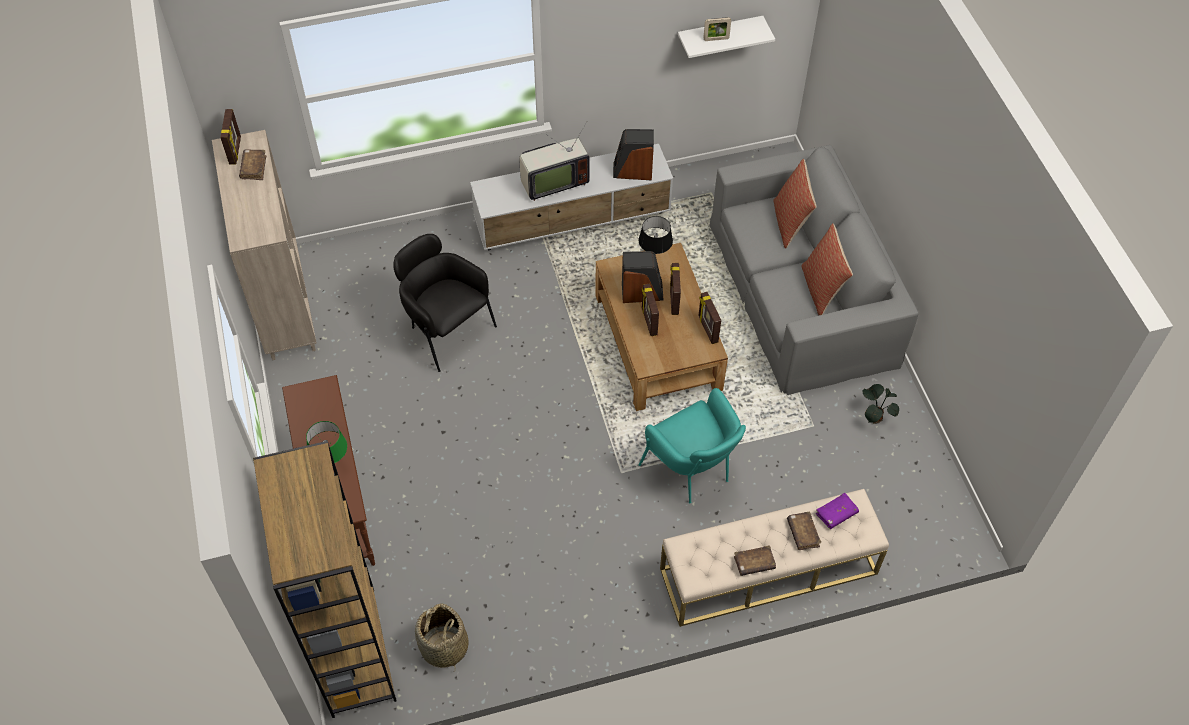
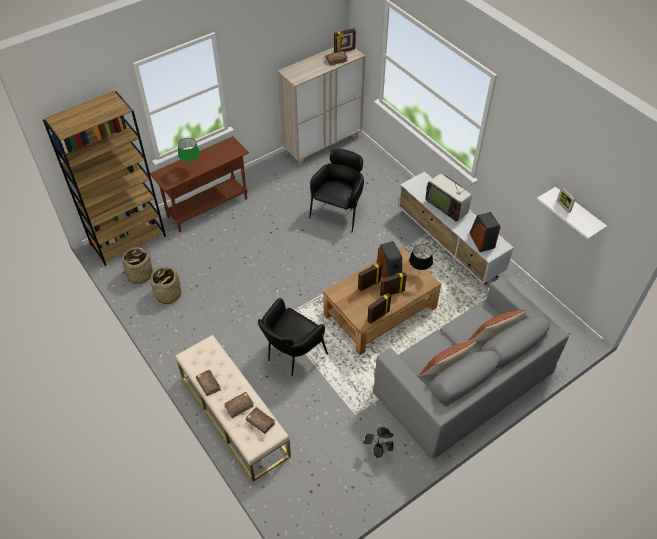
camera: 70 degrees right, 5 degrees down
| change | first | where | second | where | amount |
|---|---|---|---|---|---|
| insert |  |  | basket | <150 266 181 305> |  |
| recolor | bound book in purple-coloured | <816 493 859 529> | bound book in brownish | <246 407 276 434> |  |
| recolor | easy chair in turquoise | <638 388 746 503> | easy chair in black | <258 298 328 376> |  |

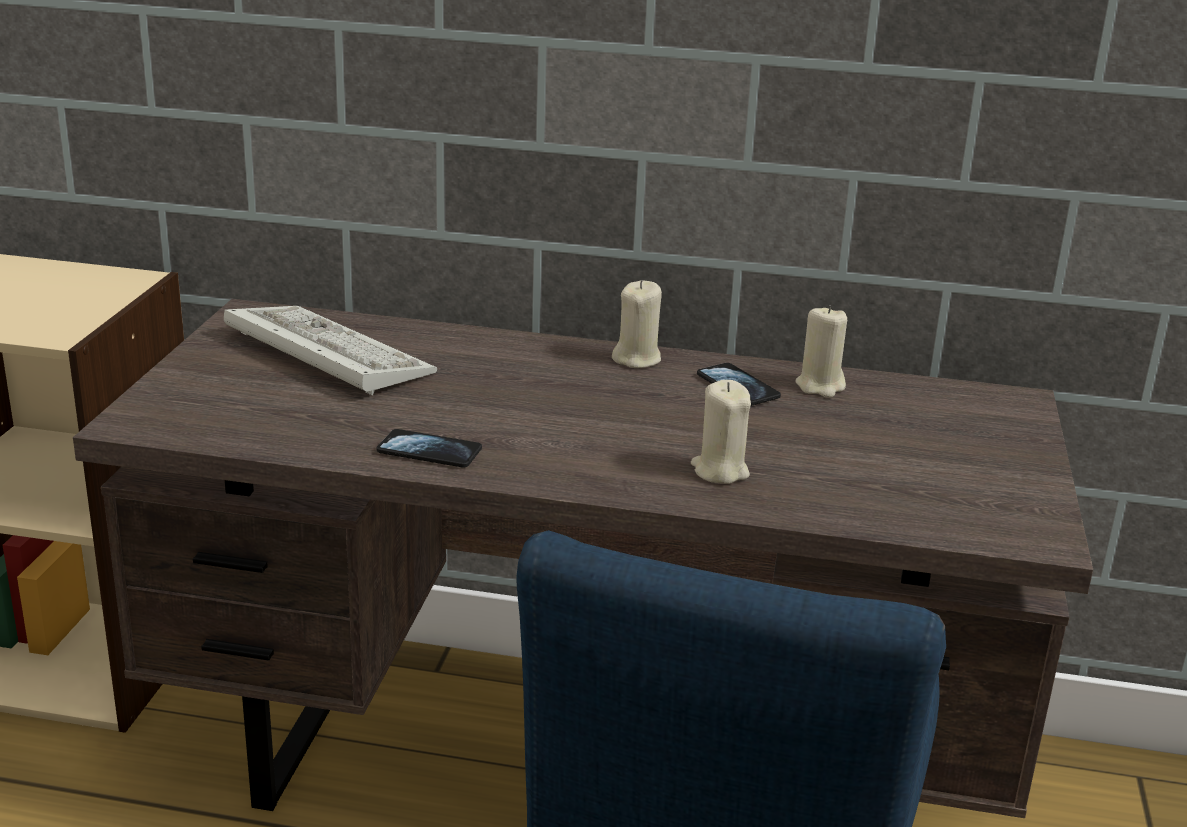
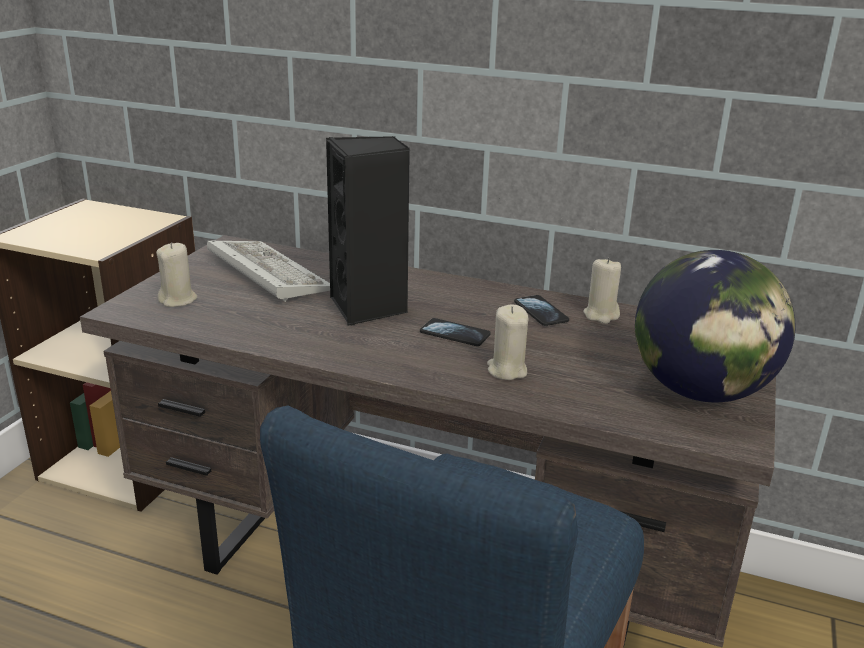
camera: 10 degrees right, 0 degrees up
| change | first | where | second | where | amount |
|---|---|---|---|---|---|
| move | wax candle in beige-coloured | <612 280 662 368> |  | <156 242 198 307> |  |
| insert |  |  | speaker in black | <326 136 411 326> |  |
| move | phone | <377 429 482 467> |  | <420 318 491 346> |  |
| insert |  |  | desk globe | <635 250 796 403> |  |

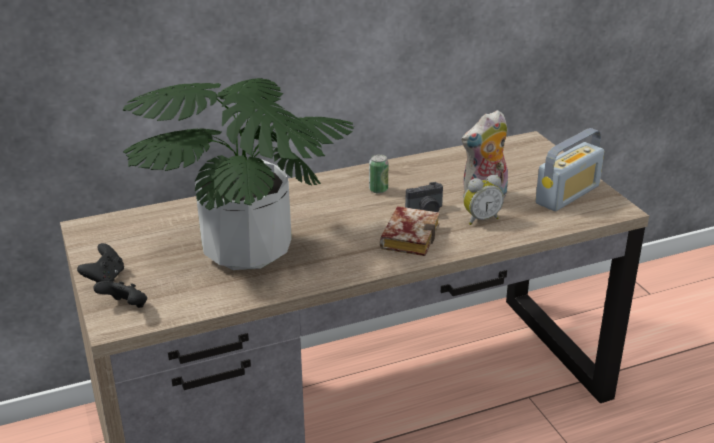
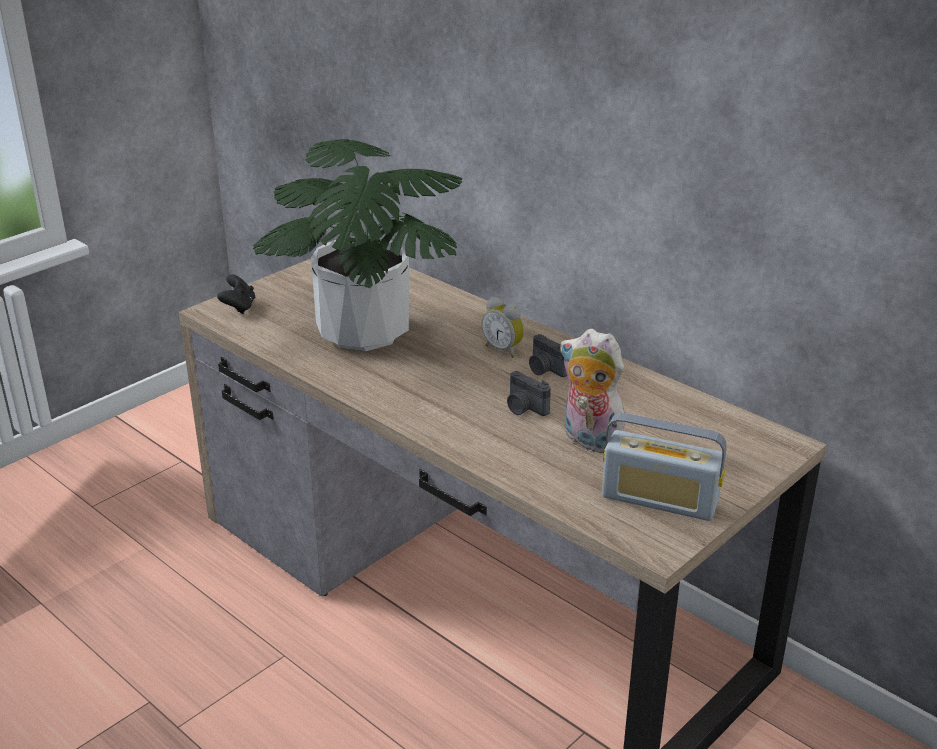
camera: 65 degrees right, 0 degrees up
| change | first | where | second | where | amount |
|---|---|---|---|---|---|
| move | alarm clock | <464 175 504 225> |  | <482 297 525 358> |  |
| replace | metal can | <369 154 388 194> | photo camera | <529 334 567 377> |  |
| delete | gamepad in black | <77 243 124 282> |  |  |  |
| delete | bound book | <380 206 440 256> |  |  |  |

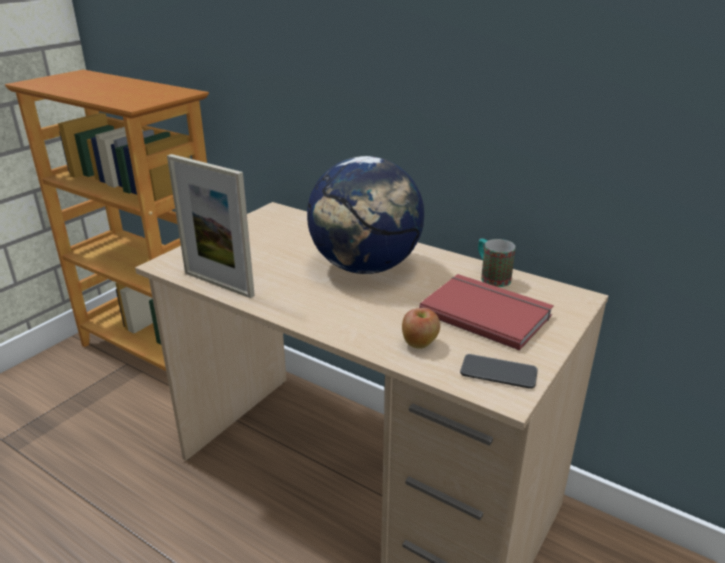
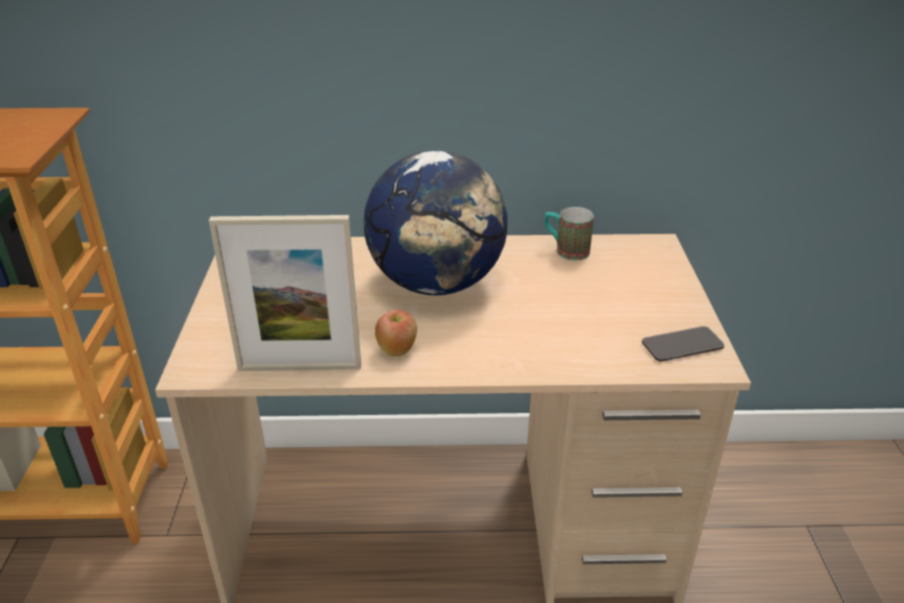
camera: 35 degrees left, 5 degrees up
| change | first | where | second | where | amount |
|---|---|---|---|---|---|
| move | apple | <402 308 440 349> |  | <375 310 417 357> |  |
| delete | bound book in red | <419 274 554 351> |  |  |  |

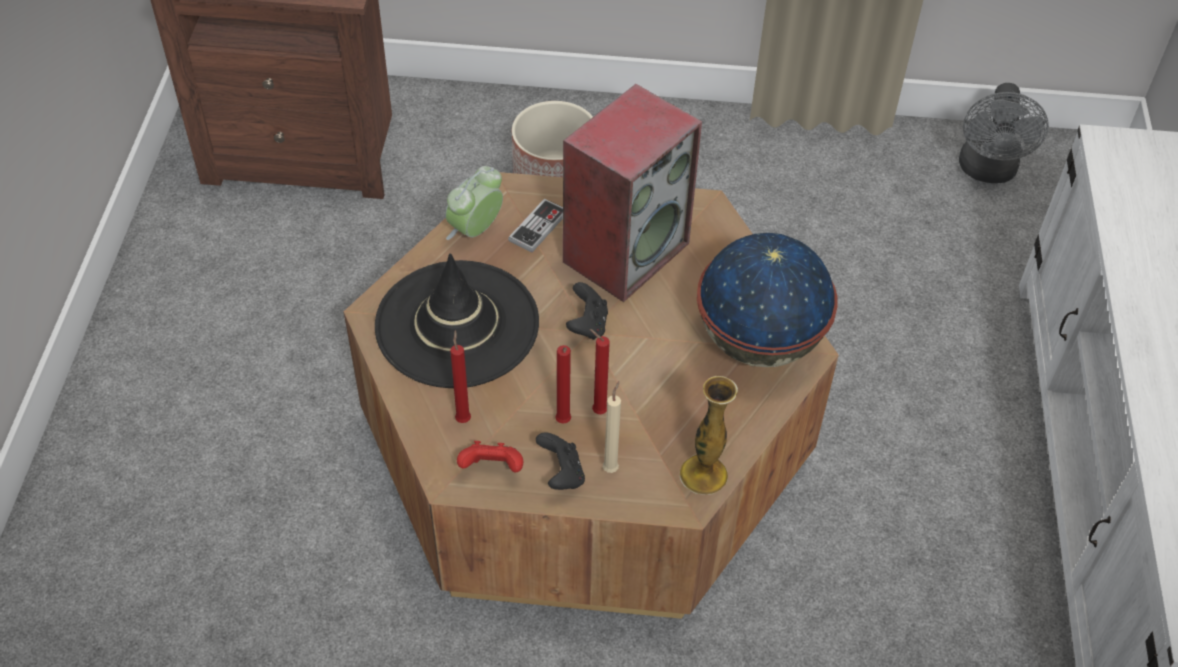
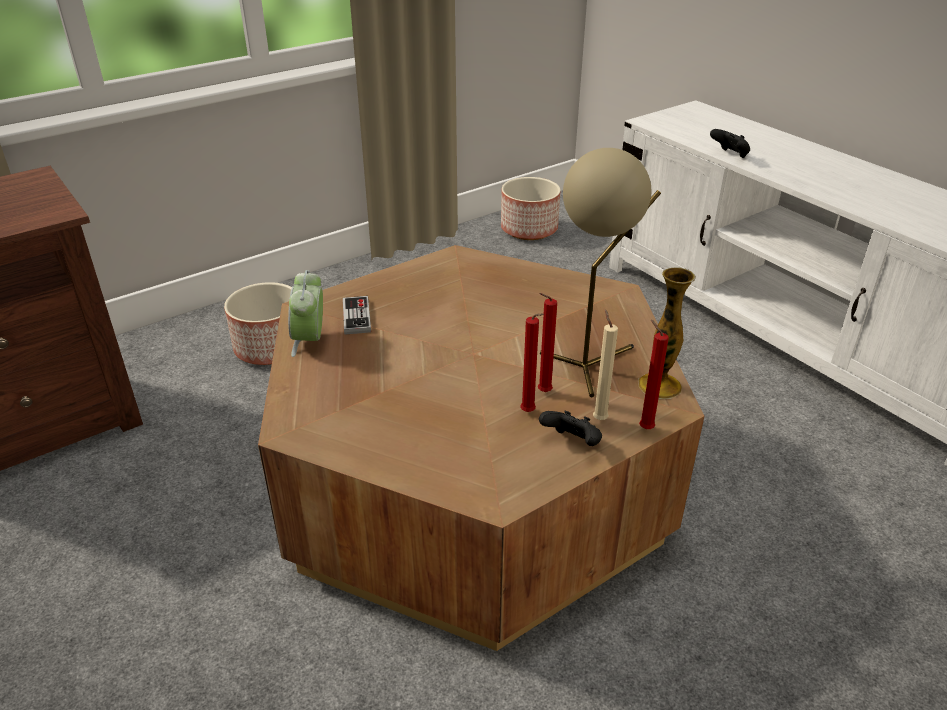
camera: 40 degrees left, 15 degrees down
| change | first | where | second | where | amount |
|---|---|---|---|---|---|
| replace | electric fan in grey | <959 83 1049 183> | flower pot | <501 177 561 240> |  |
| insert |  |  | table lamp in beige-coloured | <540 148 661 397> |  |
| move | wax candle in red | <450 330 471 423> |  | <639 320 669 429> |  |
| move | gamepad in black | <566 282 608 340> |  | <710 129 750 158> |  |
| delete | clothing hat in black | <375 253 539 388> |  |  |  |
| delete | gamepad in red | <457 441 523 473> |  |  |  |
| delete | speaker | <563 84 702 302> |  |  |  |
| delete | desk globe | <697 233 838 367> |  |  |  |

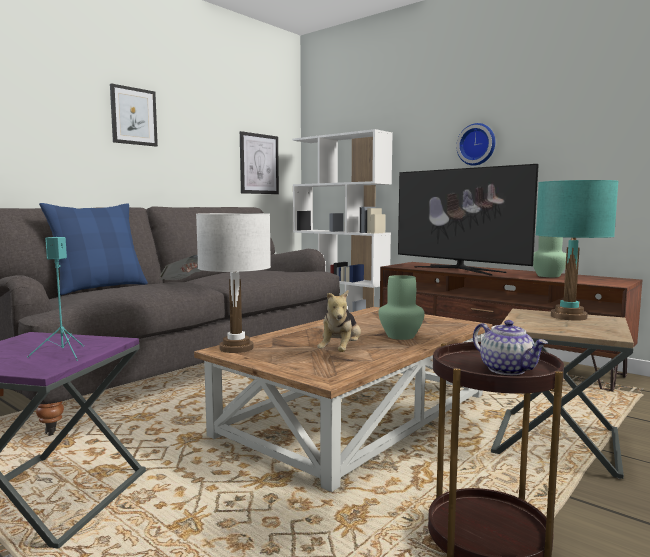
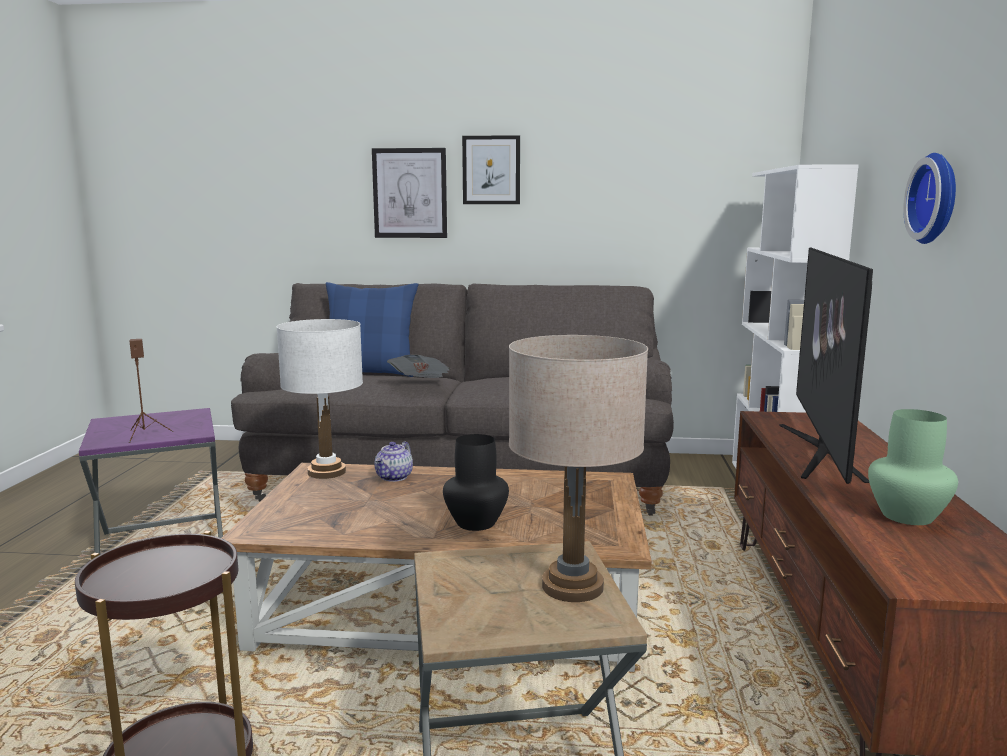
camera: 55 degrees right, 5 degrees up
| change | first | where | second | where | amount |
|---|---|---|---|---|---|
| recolor | speaker in turquoise | <27 237 84 361> | speaker in brownish | <129 339 174 443> |  |
| move | wall picture | <240 131 279 194> |  | <372 148 447 238> |  |
| move | pot for tea | <473 320 548 375> |  | <375 442 413 482> |  |
| recolor | flower vase in green-coloured | <379 275 425 340> | flower vase in black | <443 434 509 531> |  |
| recolor | table lamp in turquoise | <536 180 619 321> | table lamp in beige-coloured | <509 335 648 602> |  |
| delete | plush toy | <317 290 361 352> |  |  |  |

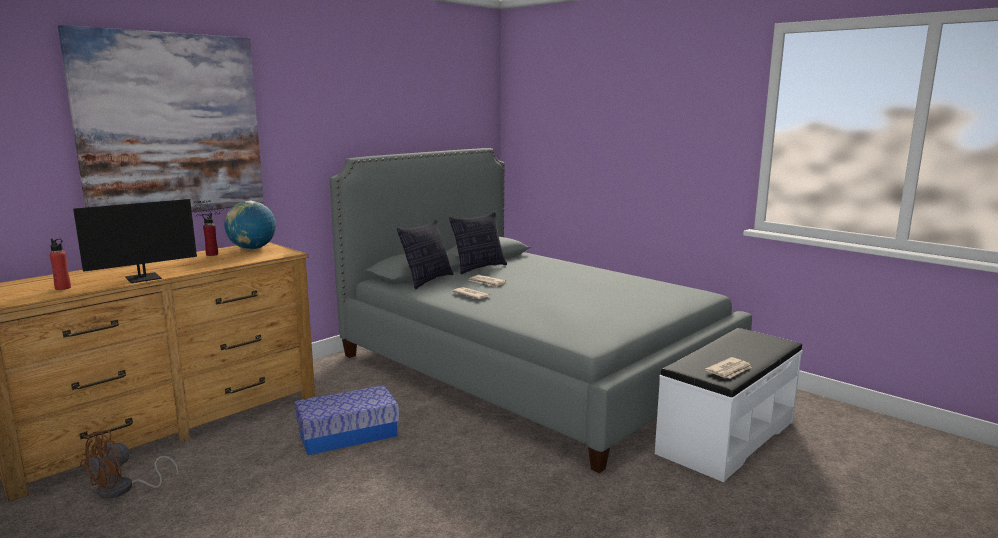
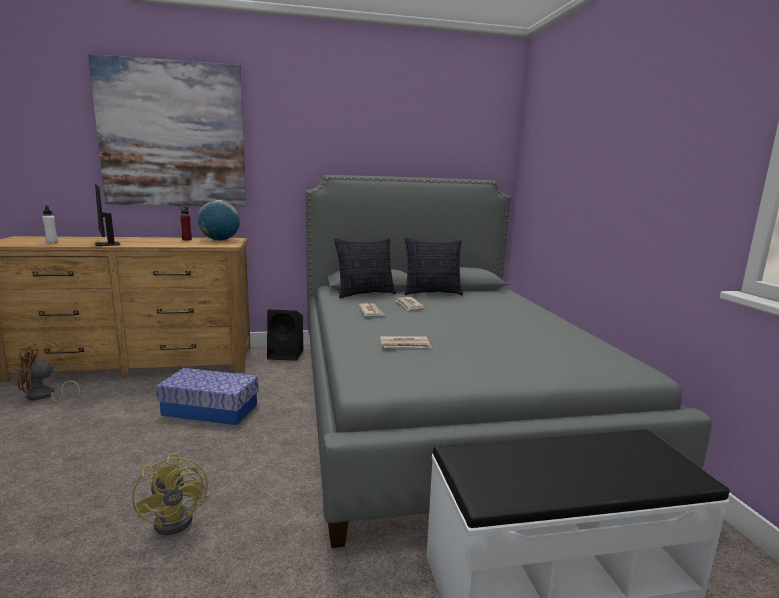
camera: 35 degrees right, 0 degrees up
| change | first | where | second | where | amount |
|---|---|---|---|---|---|
| recolor | drink bottle in red | <49 239 71 290> | drink bottle in white-coloured | <42 206 58 244> |  |
| rotate | monitor | <73 199 223 283> |  | <95 184 120 246> | 60 degrees clockwise |
| insert |  |  | electric fan in yellowish | <132 453 210 535> |  |
| insert |  |  | speaker in black | <267 310 303 361> |  |
| move | printed paper | <705 357 752 379> |  | <380 336 431 349> |  |

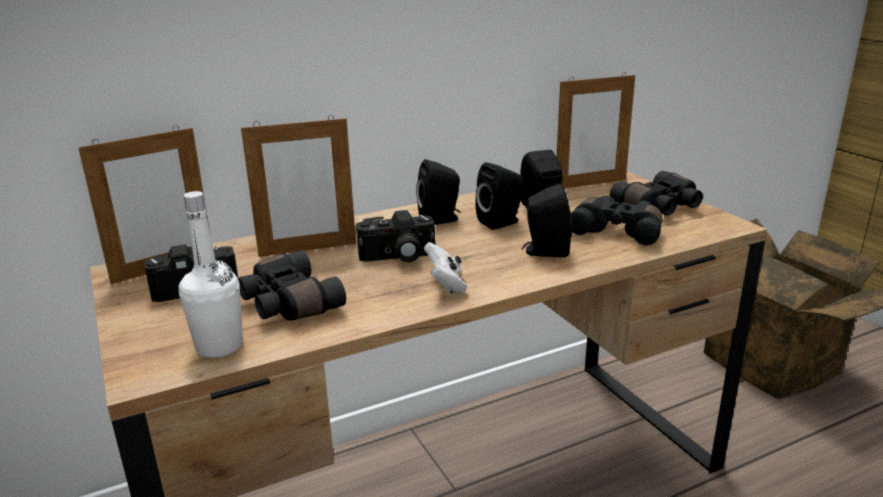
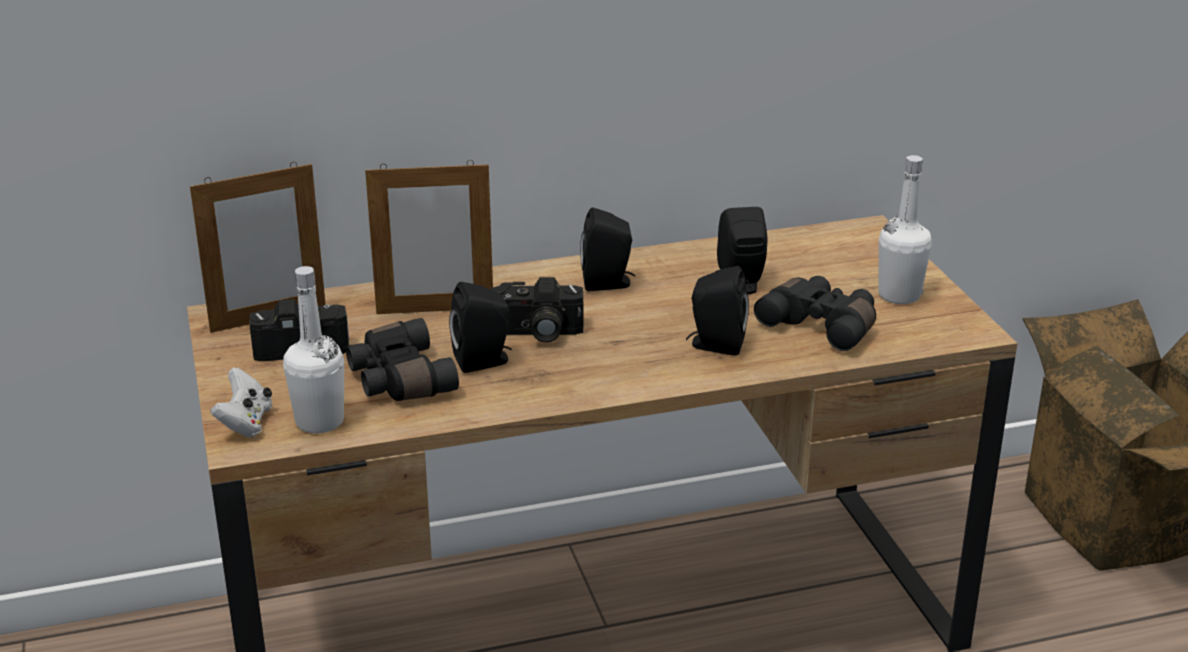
camera: 10 degrees right, 5 degrees up
| change | first | where | second | where | amount |
|---|---|---|---|---|---|
| move | gamepad in white-coloured | <424 242 467 294> |  | <210 367 272 437> |  |
| move | speaker in black | <475 162 523 230> |  | <449 282 511 373> |  |
| replace | pair of binoculars in black | <610 171 703 216> | drink bottle in white-coloured | <878 155 932 304> |  |
| delete | standing frame | <557 72 635 188> |  |  |  |

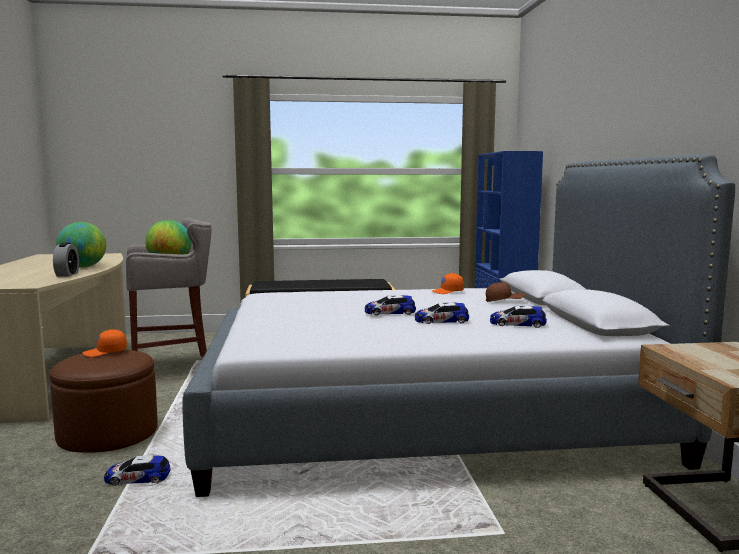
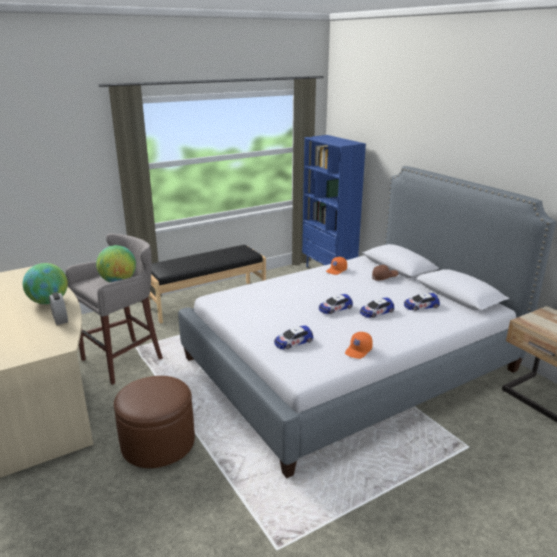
camera: 25 degrees left, 15 degrees up
| change | first | where | second | where | amount |
|---|---|---|---|---|---|
| move | model car | <104 455 171 486> |  | <274 325 313 349> |  |
| move | baseball cap in orangey | <83 329 127 357> |  | <345 332 373 359> |  |

